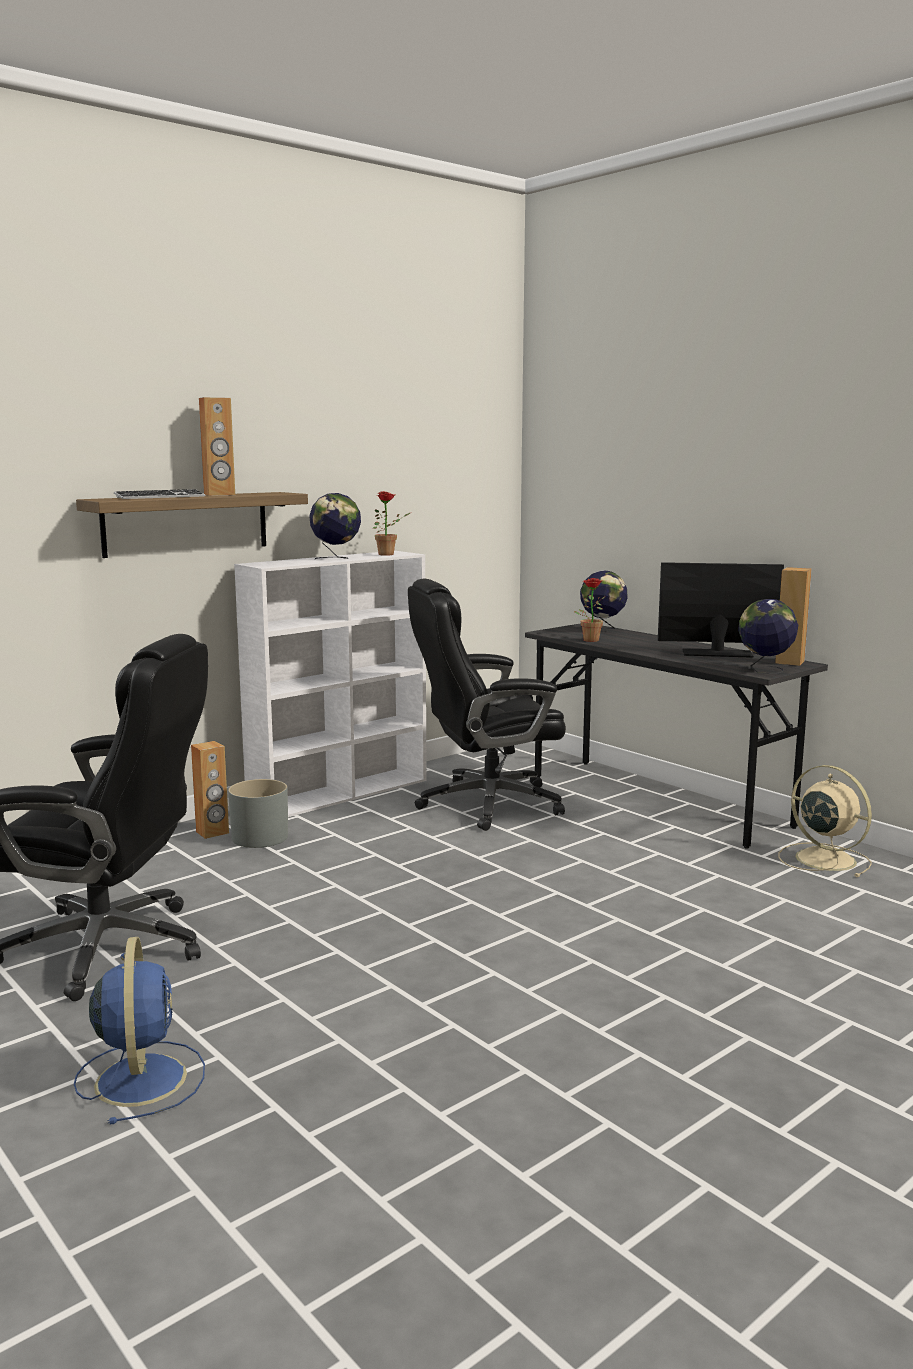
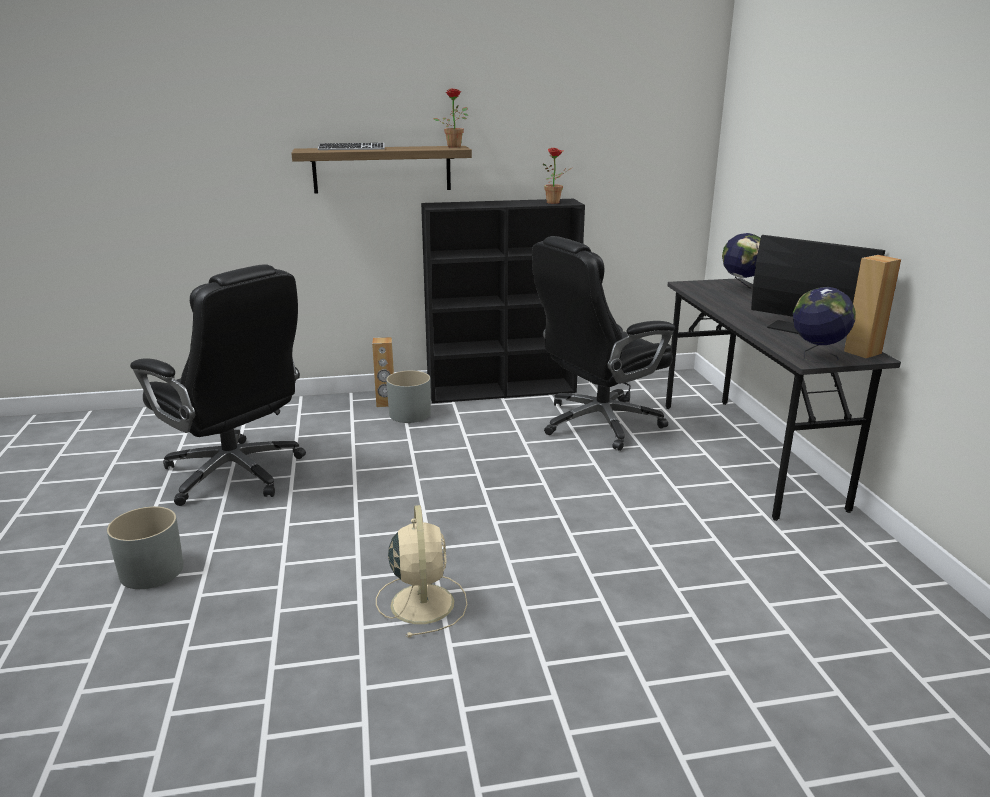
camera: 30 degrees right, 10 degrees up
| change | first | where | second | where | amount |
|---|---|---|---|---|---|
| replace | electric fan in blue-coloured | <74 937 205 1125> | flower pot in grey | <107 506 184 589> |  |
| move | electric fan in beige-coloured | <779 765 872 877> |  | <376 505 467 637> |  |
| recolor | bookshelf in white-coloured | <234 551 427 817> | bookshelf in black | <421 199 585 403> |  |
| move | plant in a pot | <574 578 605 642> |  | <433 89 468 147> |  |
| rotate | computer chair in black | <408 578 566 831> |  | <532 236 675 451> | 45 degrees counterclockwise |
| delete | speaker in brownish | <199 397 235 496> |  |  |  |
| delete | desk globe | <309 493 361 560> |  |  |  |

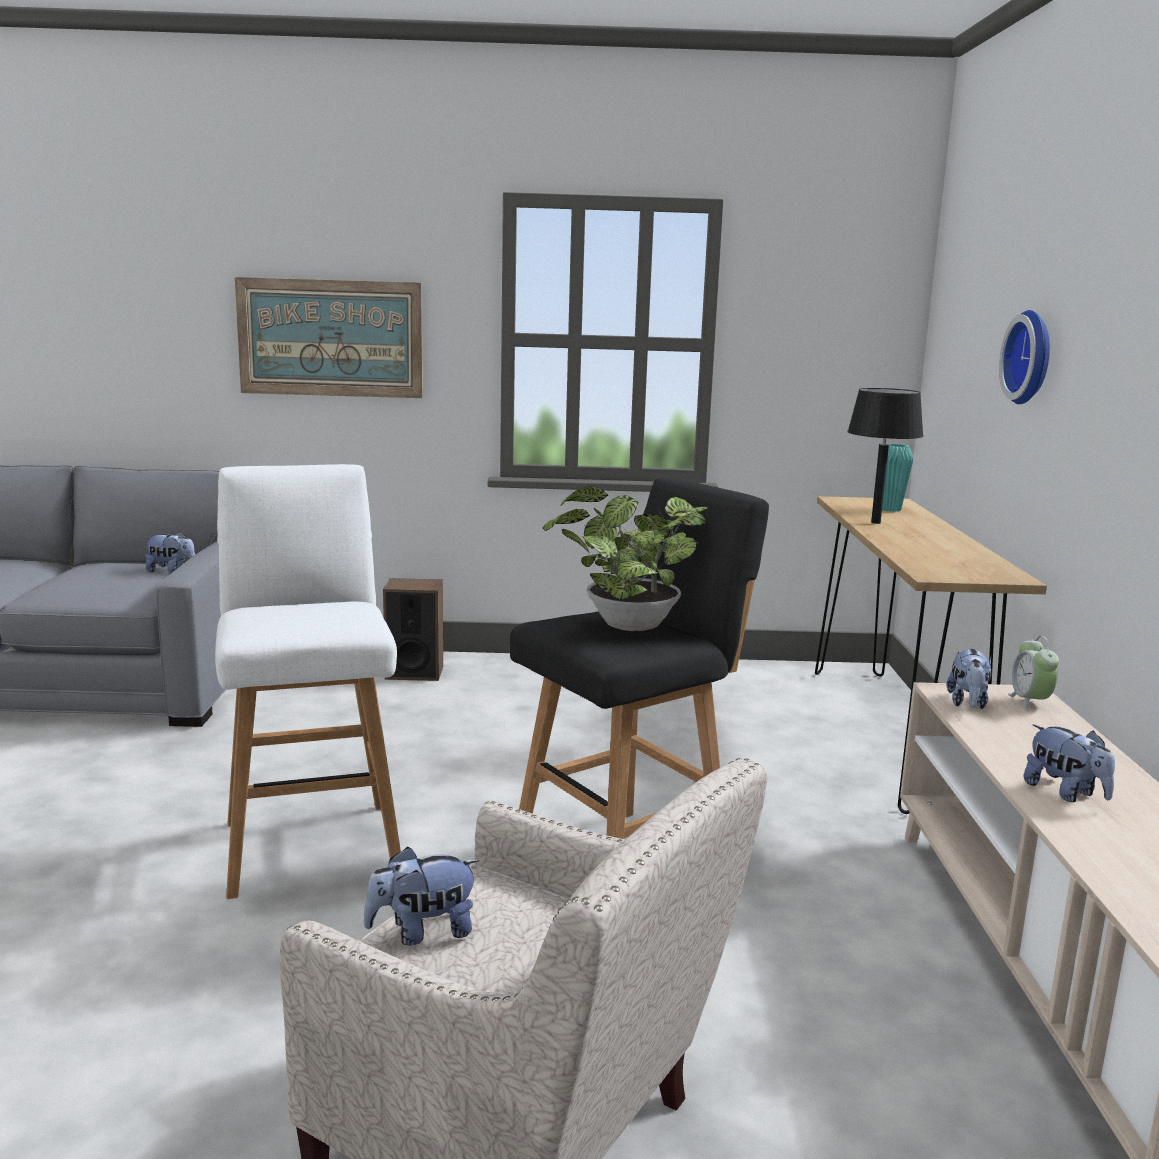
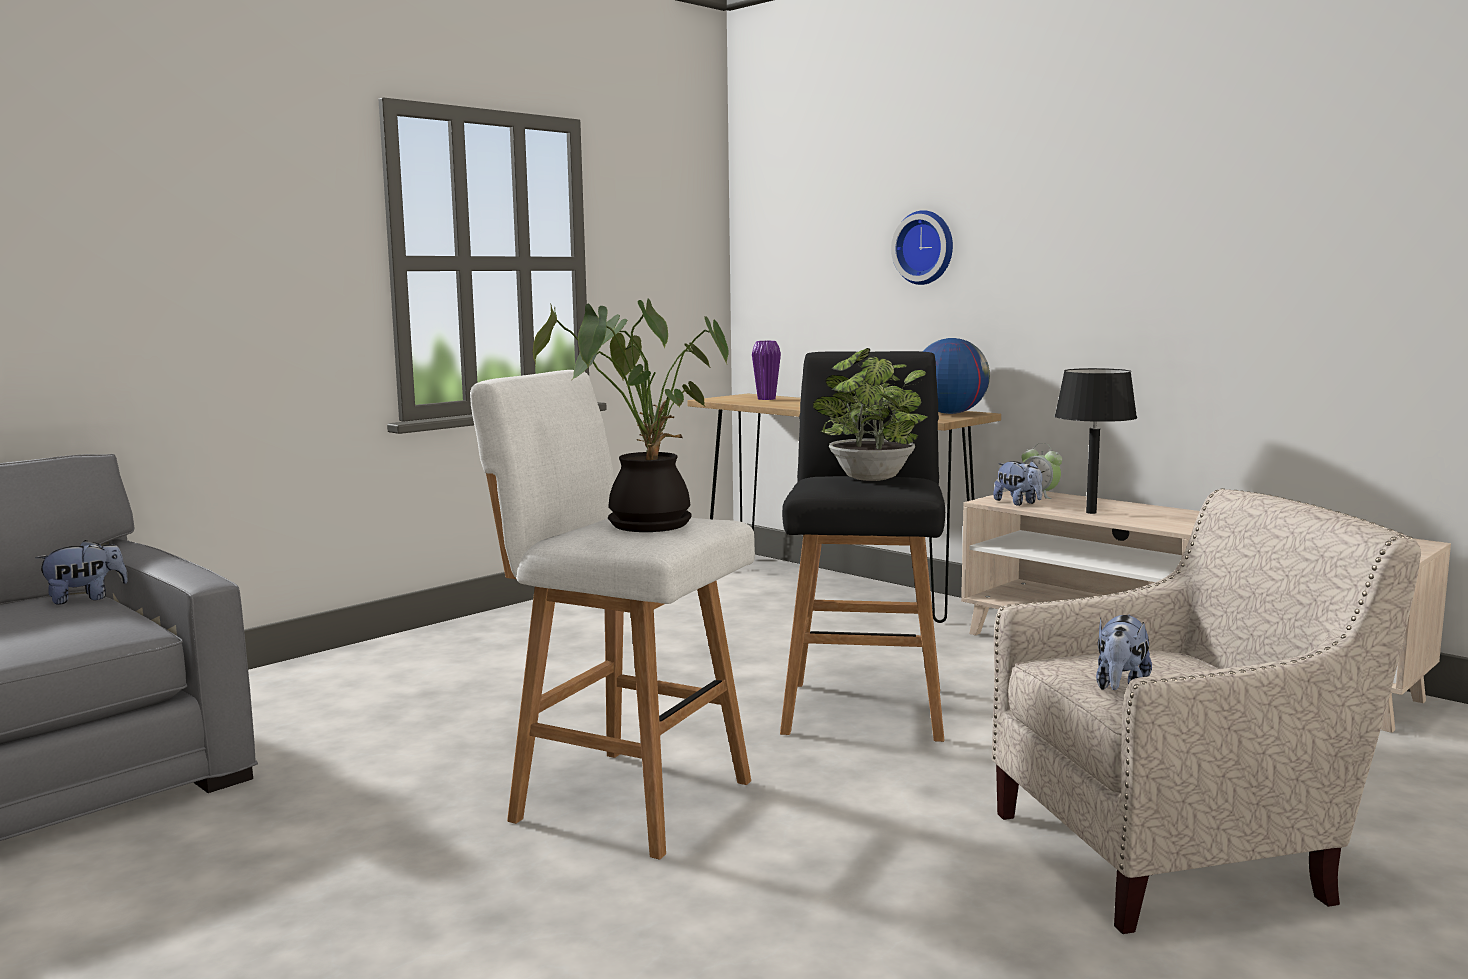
camera: 45 degrees left, 5 degrees down
| change | first | where | second | where | amount |
|---|---|---|---|---|---|
| insert |  |  | plant in a pot | <533 299 729 532> |  |
| recolor | flower vase in turquoise | <882 444 913 512> | flower vase in purple-coloured | <752 341 781 400> |  |
| insert |  |  | desk globe | <923 338 990 414> |  |
| move | table lamp in black | <847 388 924 524> |  | <1054 368 1137 514> |  |
| delete | wall picture | <235 277 423 398> |  |  |  |
| delete | speaker | <383 578 443 681> |  |  |  |
| delete | plush toy | <1024 725 1115 802> |  |  |  |

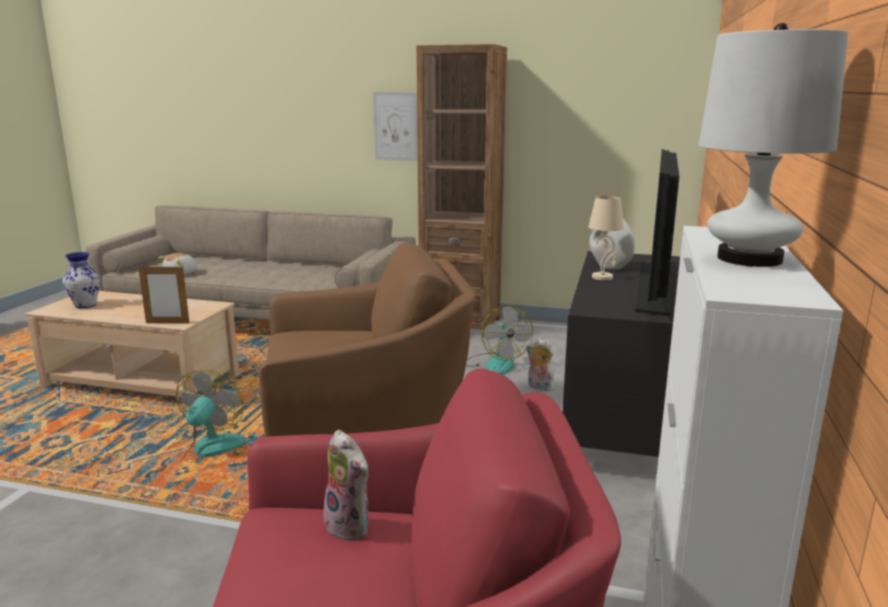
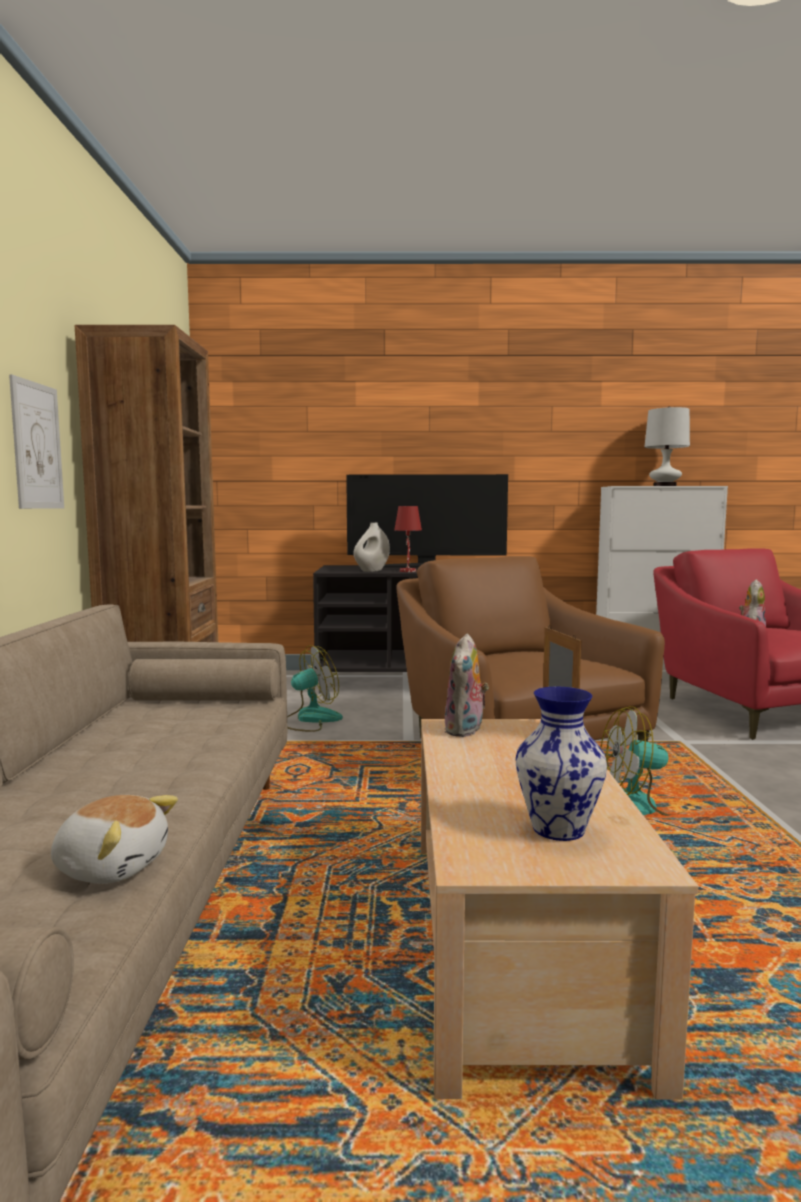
camera: 105 degrees left, 10 degrees down
| change | first | where | second | where | amount |
|---|---|---|---|---|---|
| recolor | table lamp in beige-coloured | <588 195 624 280> | table lamp in red | <394 506 422 572> |  |
| move | plush toy | <526 338 554 391> |  | <444 634 489 737> |  |

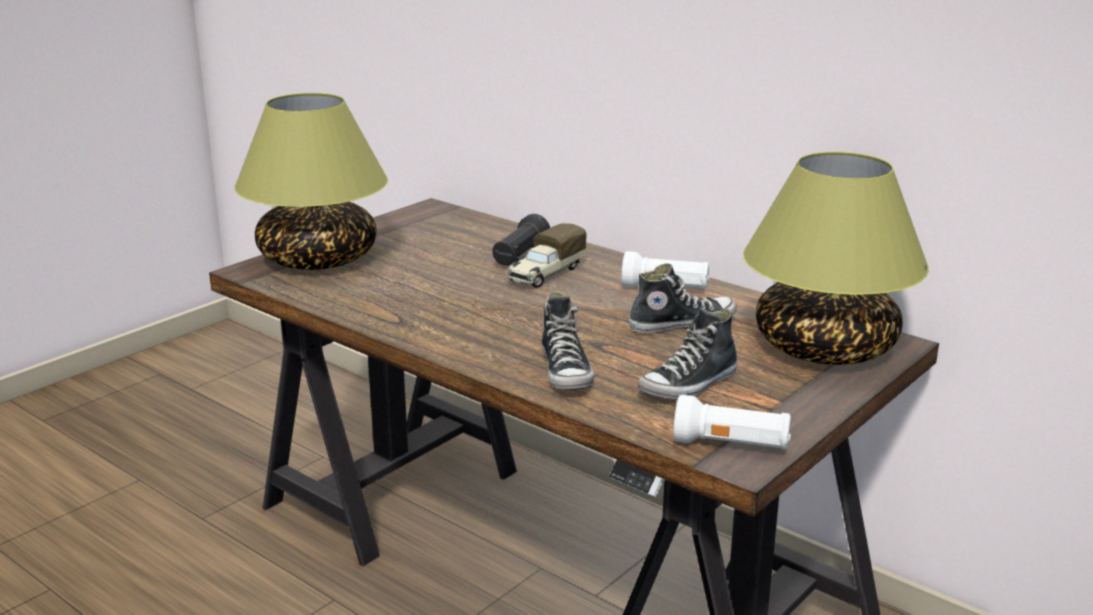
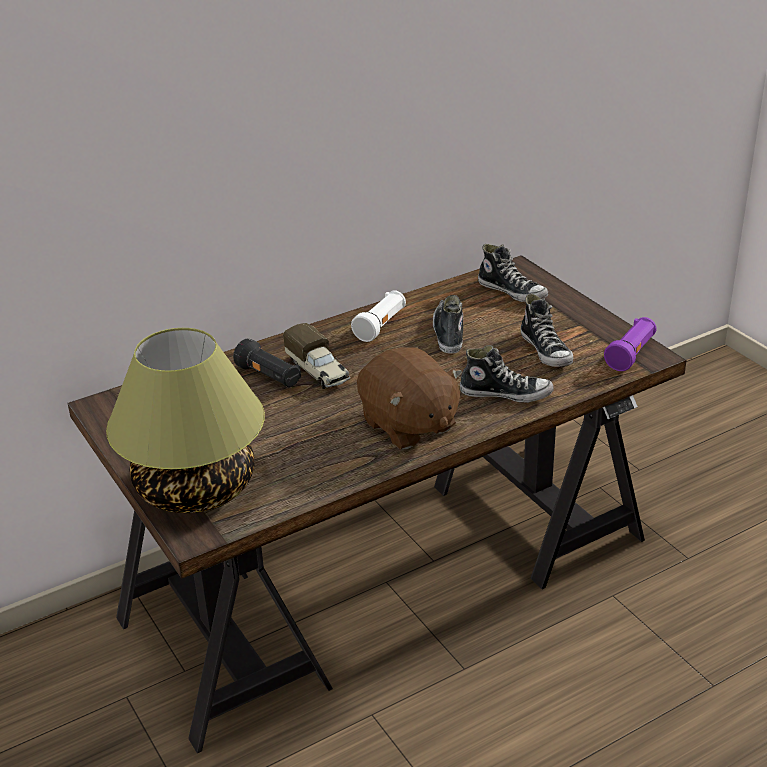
camera: 70 degrees left, 10 degrees up
| change | first | where | second | where | amount |
|---|---|---|---|---|---|
| insert |  |  | plush toy in brownish | <357 347 463 449> |  |
| replace | table lamp | <743 152 929 365> | shoe | <478 244 548 302> |  |
| recolor | flashlight in white-coloured | <674 395 791 449> | flashlight in purple-coloured | <604 317 657 371> |  |

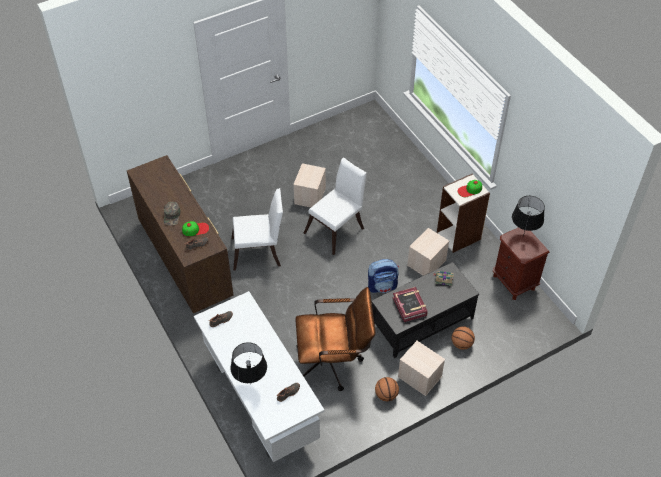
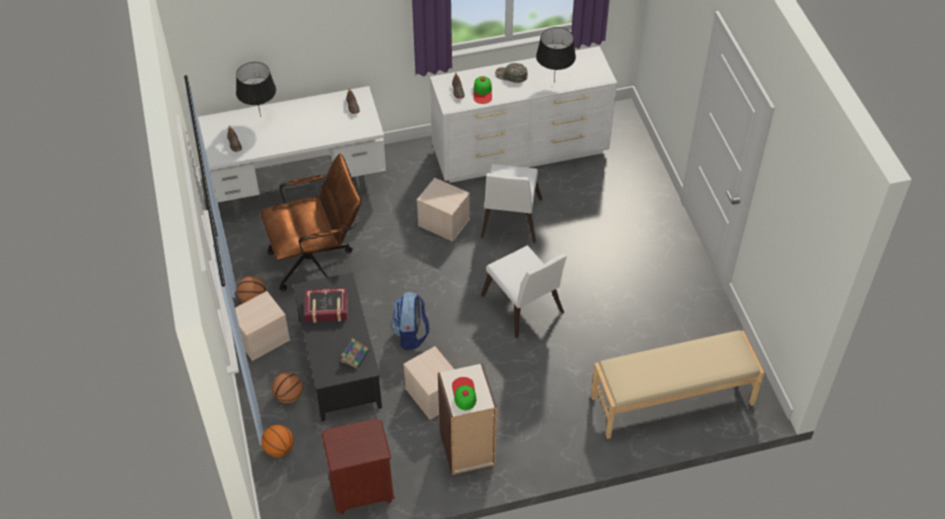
camera: 105 degrees right, 0 degrees up
| change | first | where | second | where | amount |
|---|---|---|---|---|---|
| rotate | computer chair in brownish | <296 287 376 391> |  | <260 154 361 291> | 120 degrees counterclockwise |
| insert |  |  | basketball | <261 425 294 457> |  |
| move | storage box in beige-coloured | <293 163 326 207> |  | <417 178 470 242> |  |
| recolor | chest of drawers in brownish | <127 155 233 313> | chest of drawers in white-coloured | <430 46 617 183> |  |
| move | table lamp in black | <512 196 545 237> |  | <536 27 576 83> |  |
| insert |  |  | long seat in beige-coloured | <591 330 764 439> |  |

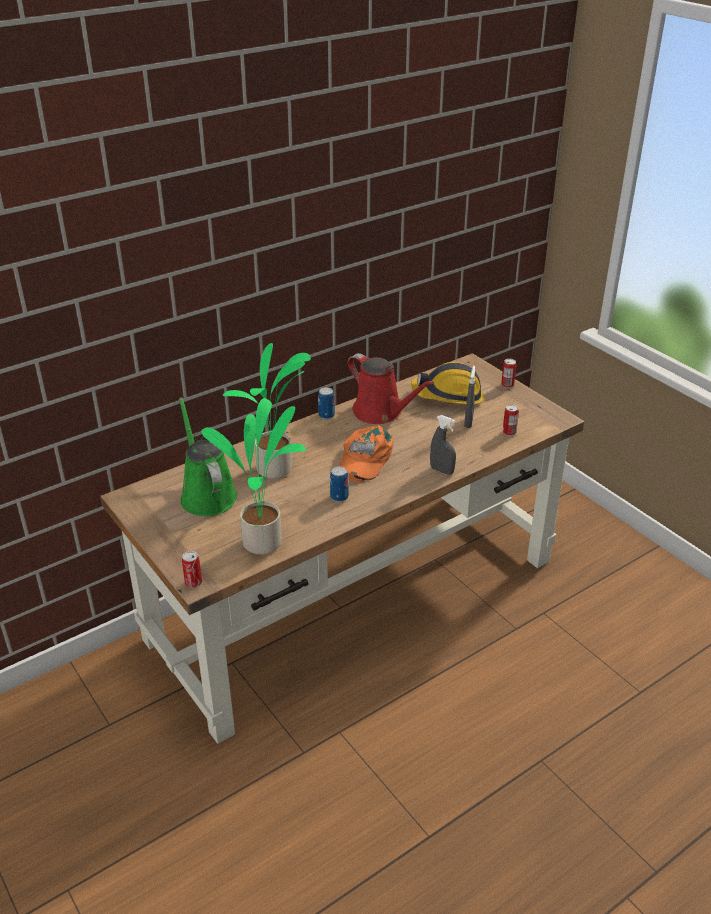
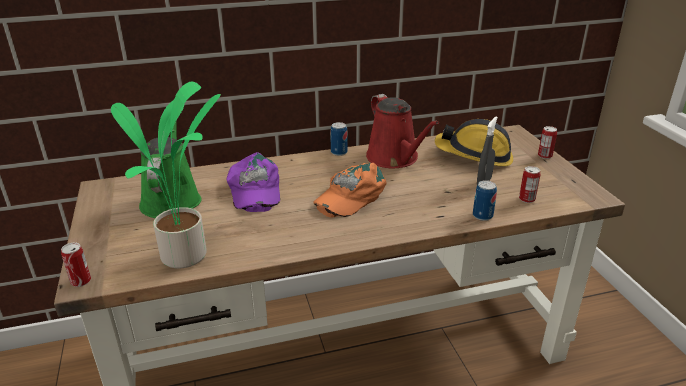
camera: 20 degrees right, 5 degrees down
| change | first | where | second | where | amount |
|---|---|---|---|---|---|
| replace | plant in a pot | <223 343 311 479> | baseball cap in purple-coloured | <227 152 280 212> |  |
| move | metal can | <330 466 349 502> |  | <473 180 497 221> |  |
| delete | spray bottle in grey | <430 415 456 475> |  |  |  |

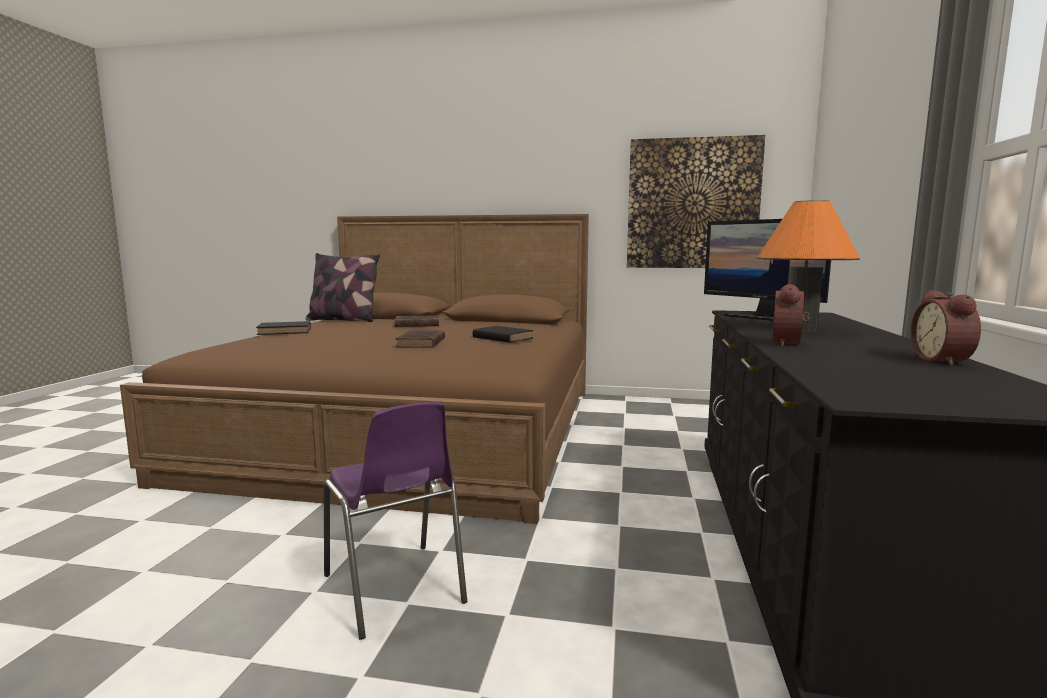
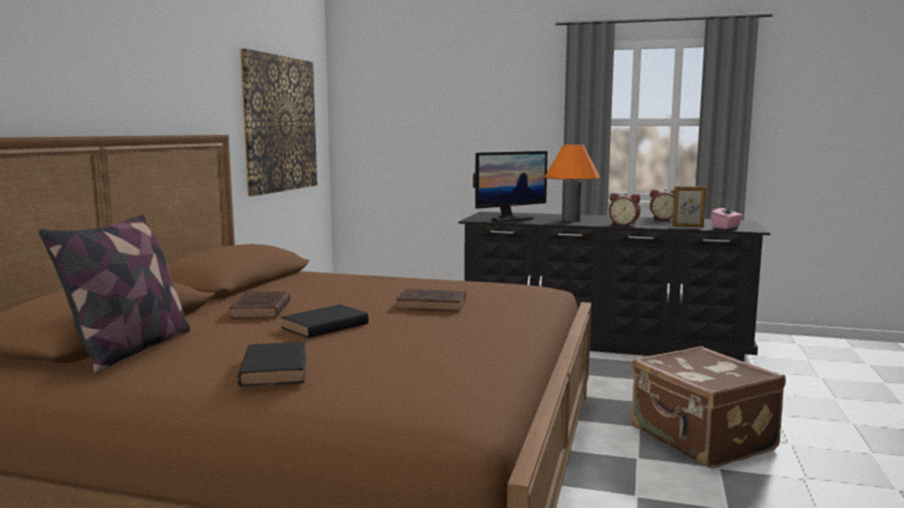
camera: 85 degrees left, 0 degrees up
| change | first | where | second | where | amount |
|---|---|---|---|---|---|
| move | bound book in black | <473 326 533 343> |  | <281 304 369 338> |  |
| replace | chair in purple-coloured | <324 402 467 640> | travel case in brownish | <631 346 786 469> |  |
| insert |  |  | standing frame | <672 186 706 227> |  |
| insert |  |  | box of tissues in pink-coloured | <711 203 743 229> |  |

